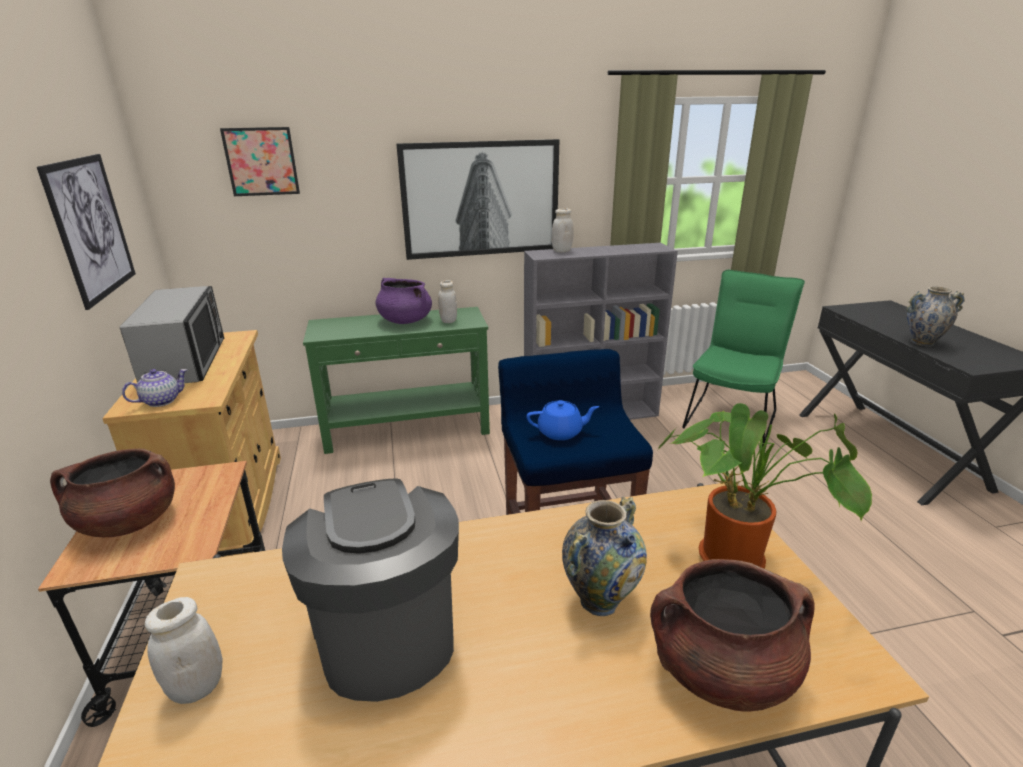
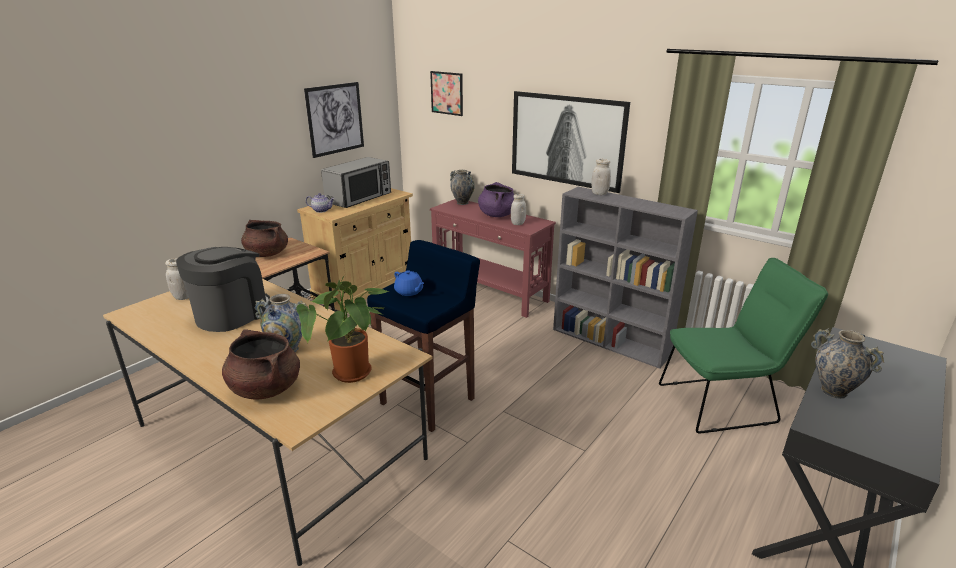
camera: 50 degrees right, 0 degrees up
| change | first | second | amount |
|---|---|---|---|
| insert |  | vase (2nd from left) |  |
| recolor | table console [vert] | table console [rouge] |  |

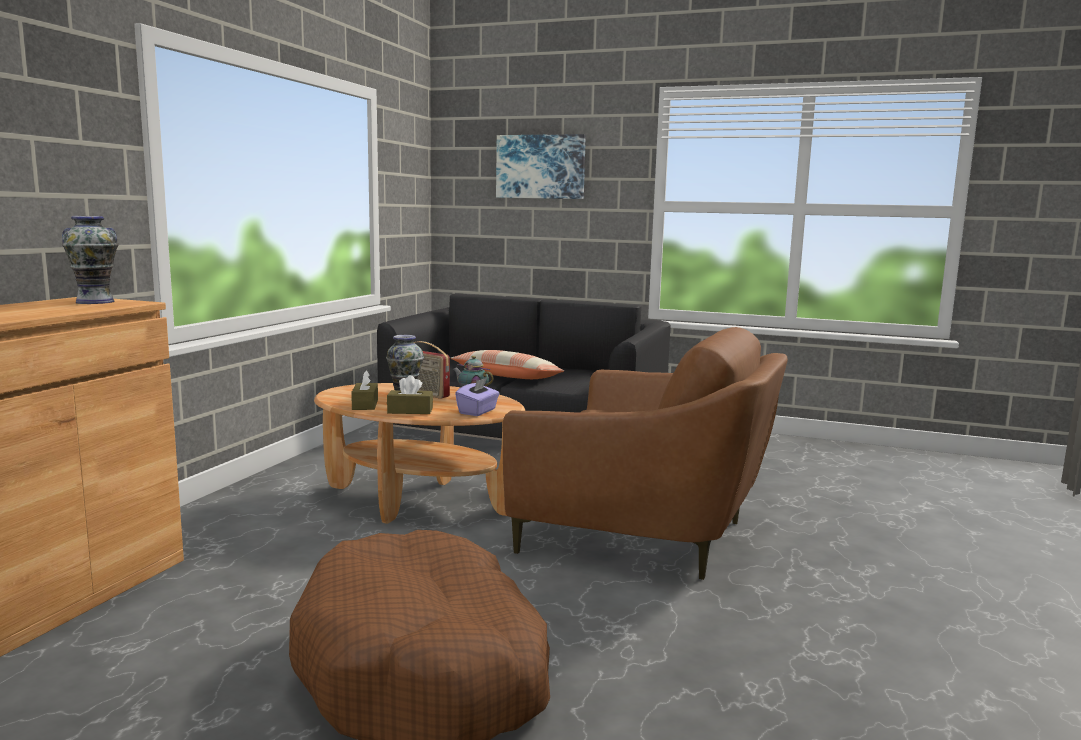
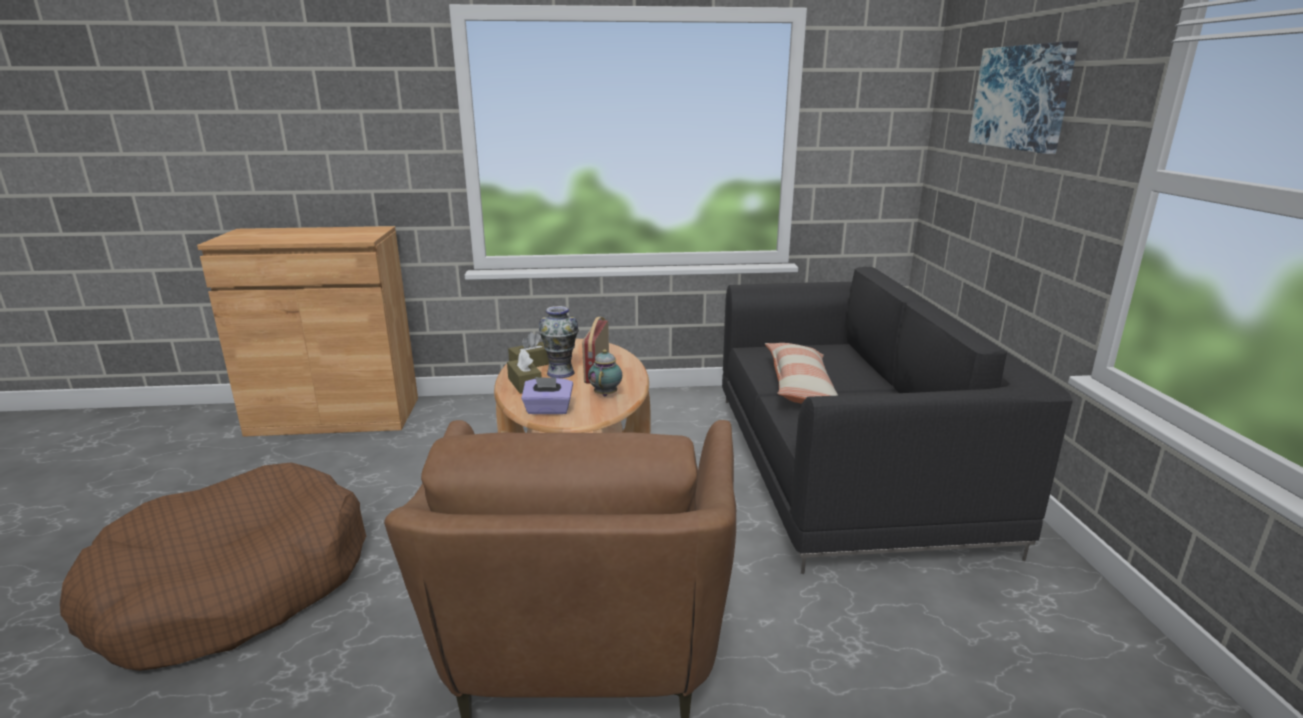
camera: 65 degrees right, 10 degrees up
| change | first | second | amount |
|---|---|---|---|
| delete | vase (1st from left) |  |  |

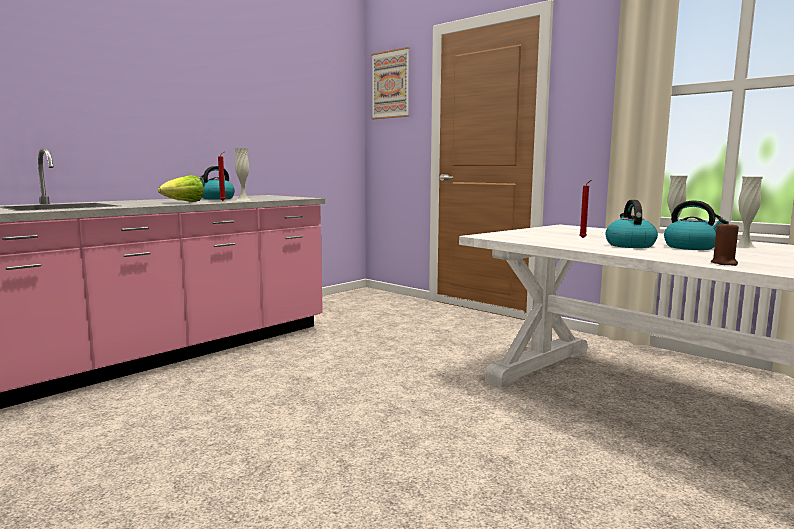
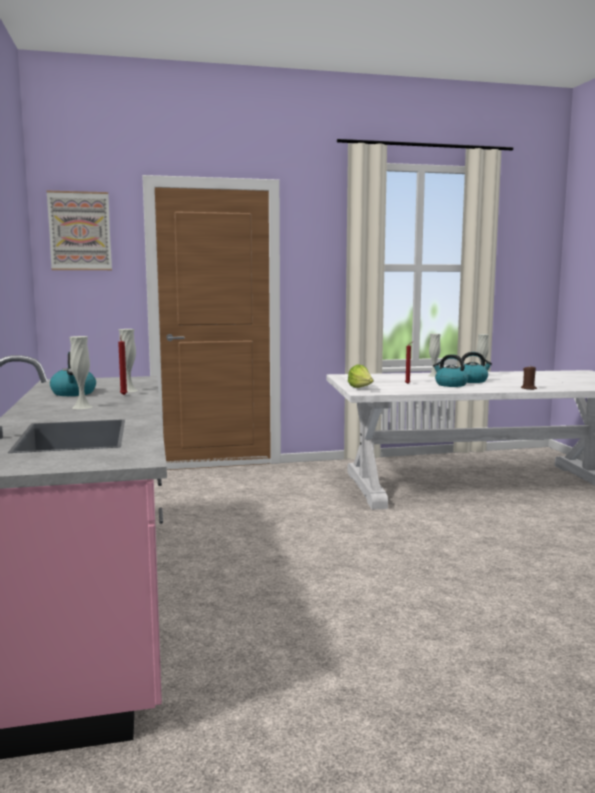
camera: 55 degrees left, 0 degrees up
| change | first | second | amount |
|---|---|---|---|
| insert |  | vase [blanc] (1st from left) |  |
| move | laitue |  |  |

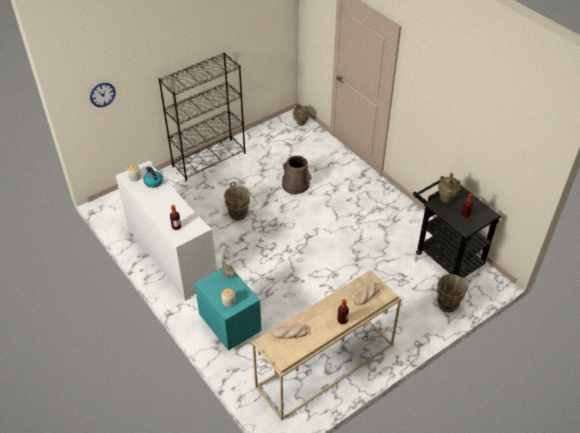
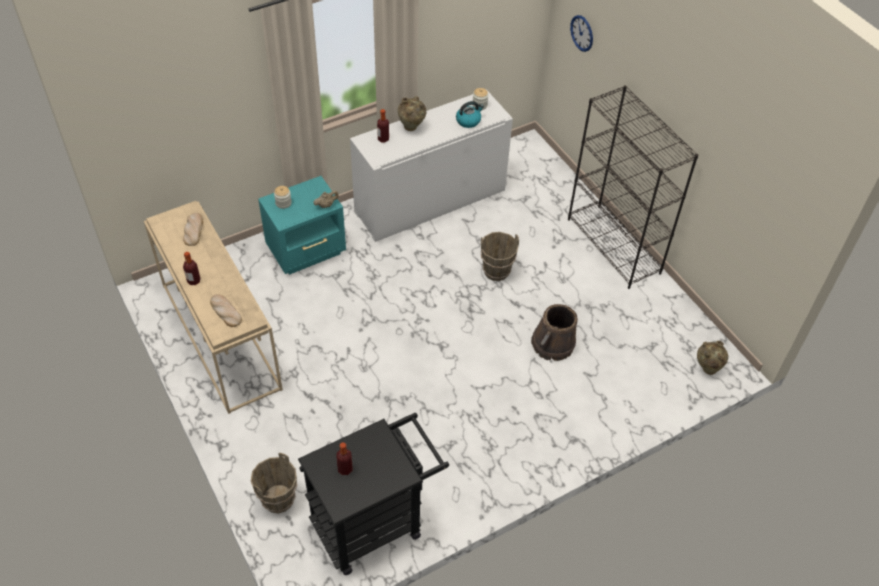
camera: 95 degrees right, 5 degrees up
| change | first | second | amount |
|---|---|---|---|
| move | vase [beige] (2nd from left in the first image) | vase [beige] (1st from left) |  |

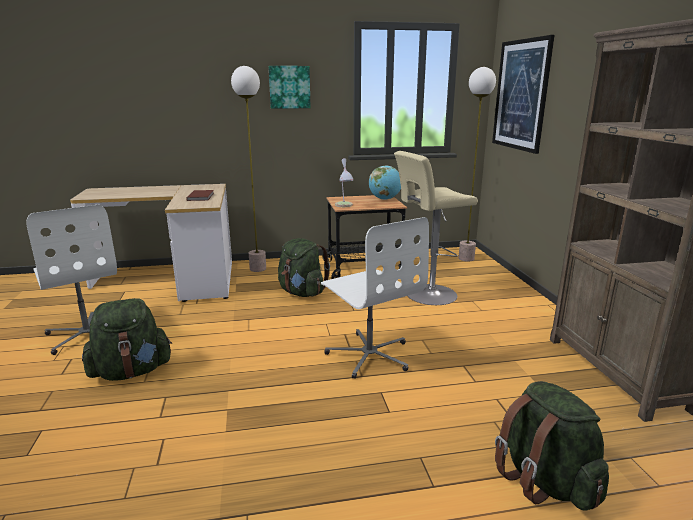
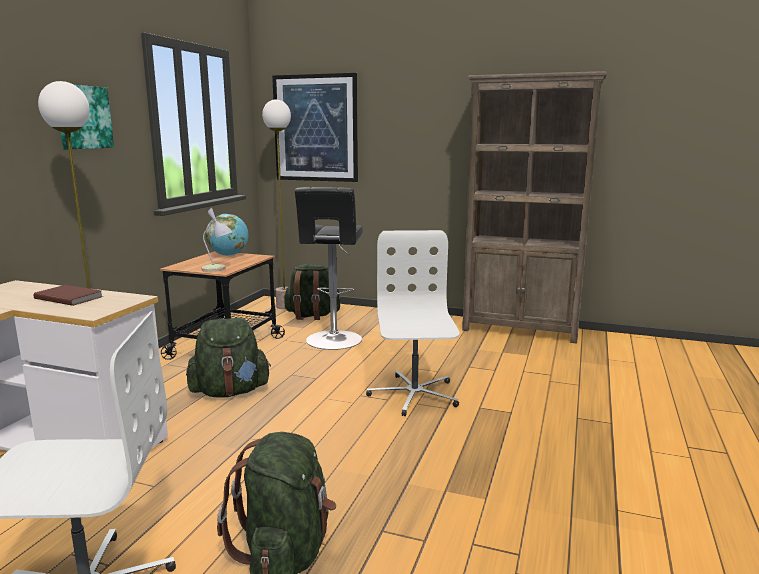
camera: 60 degrees left, 5 degrees down
| change | first | second | amount |
|---|---|---|---|
| move | sac à dos [vert] (3rd from left) |  |  |
| recolor | tabouret [beige] | tabouret [noir] |  |
| rotate | chaise de bureau [blanc] (2nd from left) |  | 90 degrees counterclockwise |

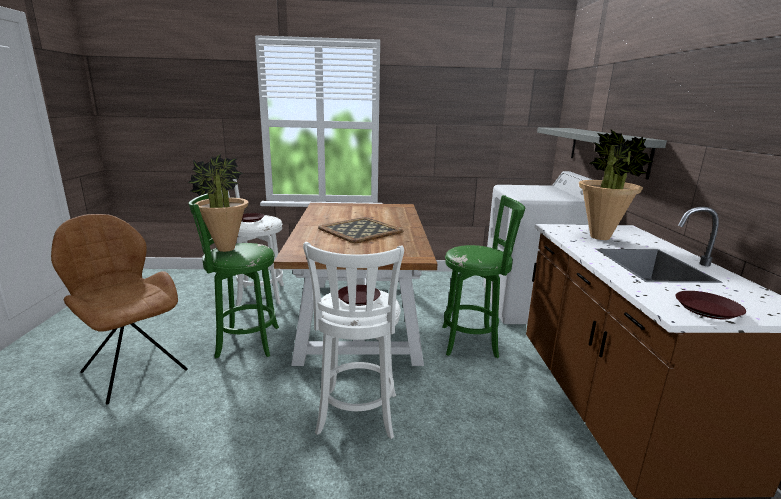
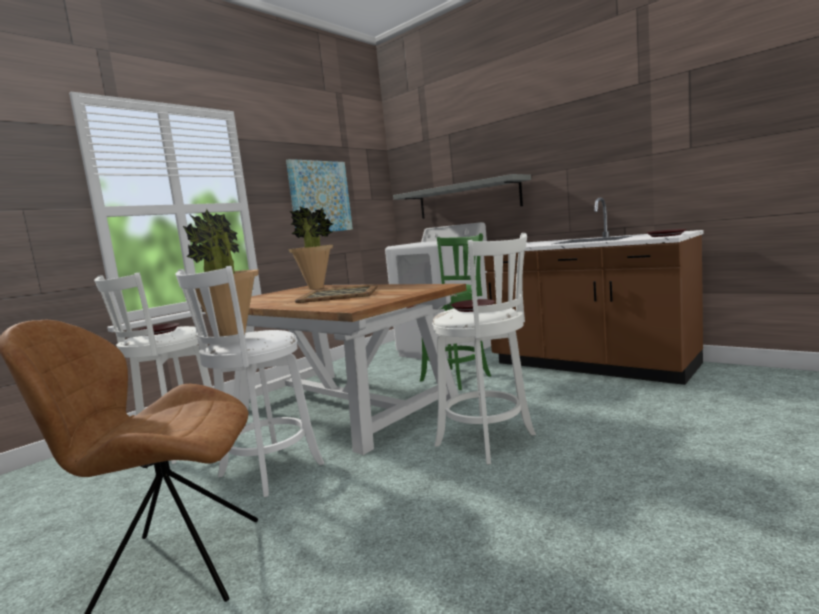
camera: 45 degrees left, 10 degrees down
| change | first | second | amount |
|---|---|---|---|
| insert |  | tableau |  |
| move | plante en pot (2nd from left) |  |  |
| recolor | tabouret [vert] (1st from left) | tabouret [blanc] (2nd from left) |  |

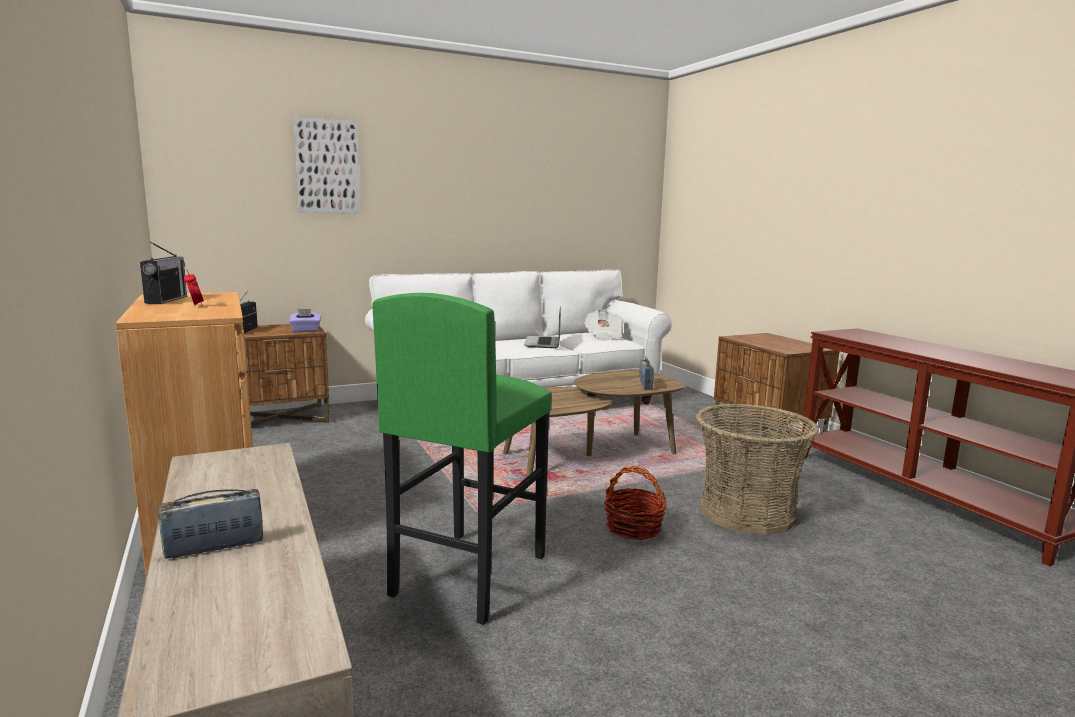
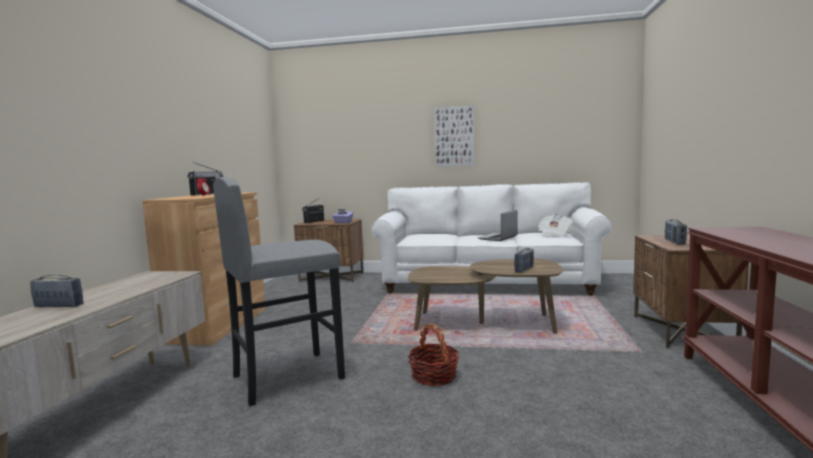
camera: 35 degrees right, 5 degrees down
| change | first | second | amount |
|---|---|---|---|
| delete | panier (2nd from left) |  |  |
| insert |  | radio (5th from left) |  |
| move | tableau |  |  |
| recolor | tabouret [vert] | tabouret [gris] |  |

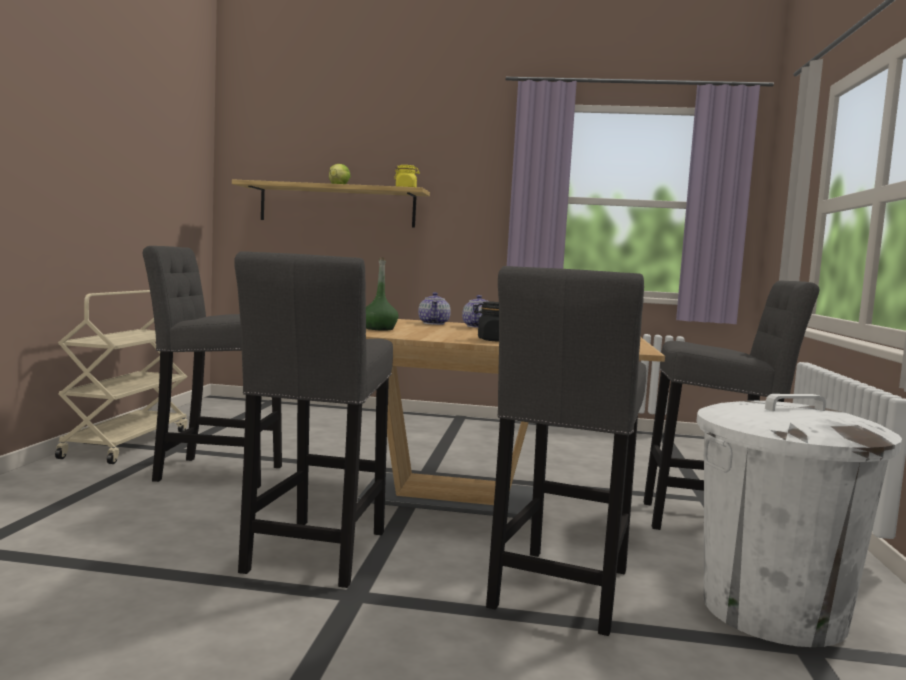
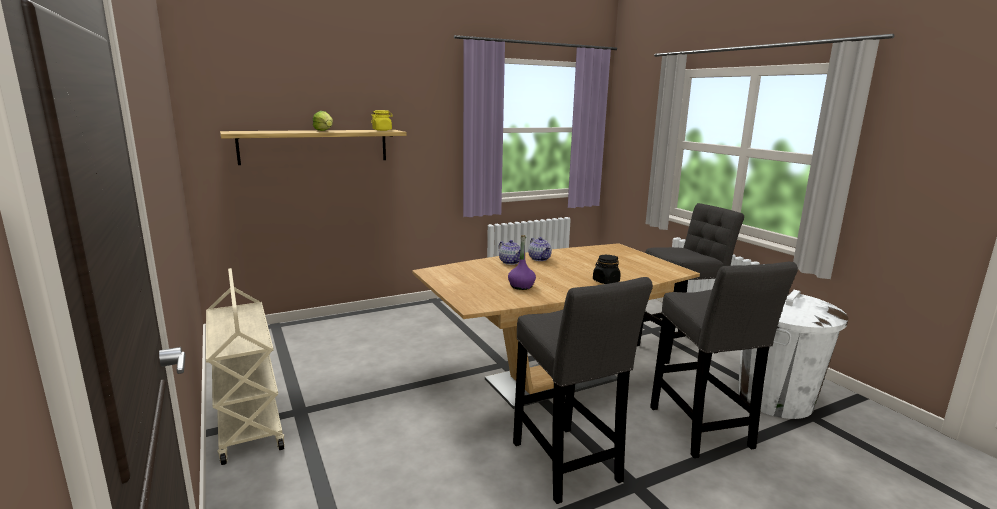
camera: 35 degrees left, 10 degrees up
| change | first | second | amount |
|---|---|---|---|
| delete | tabouret [gris] (1st from left) |  |  |
| recolor | bouteille [vert] | bouteille [violet] |  |

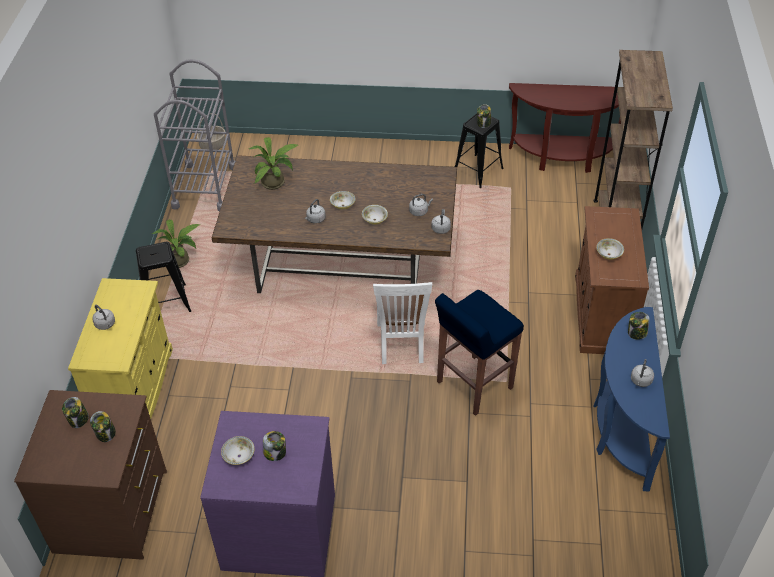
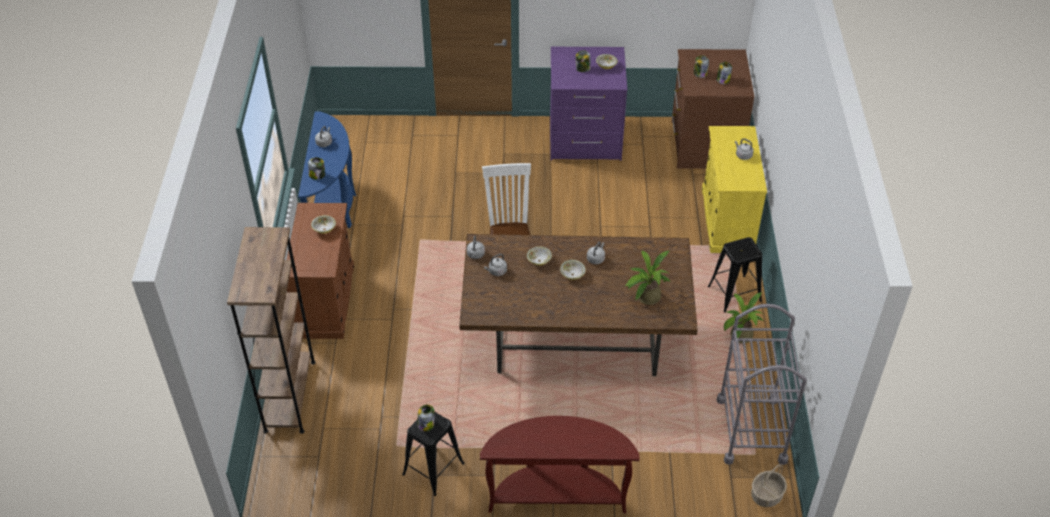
camera: 175 degrees right, 0 degrees up
| change | first | second | amount |
|---|---|---|---|
| delete | tabouret [bleu] |  |  |
| move | table console [marron] |  |  |

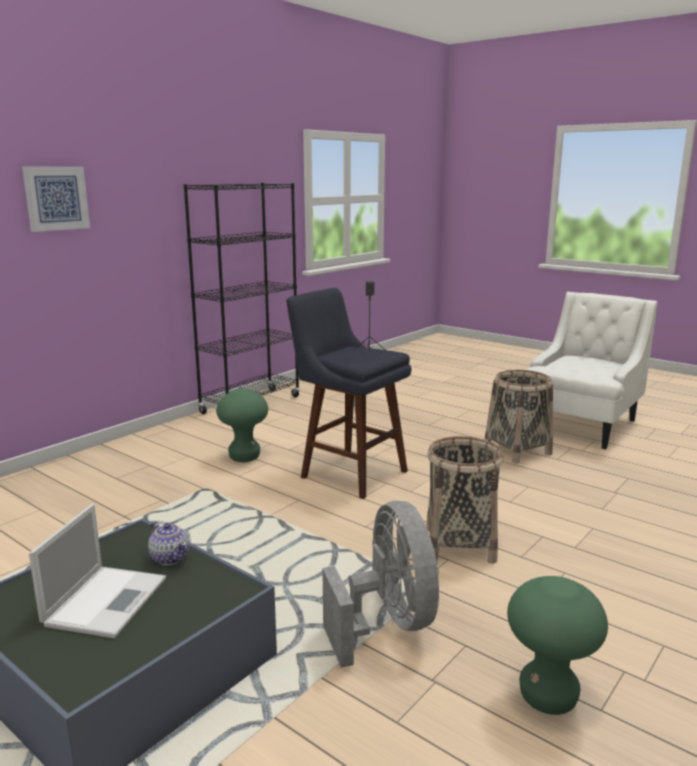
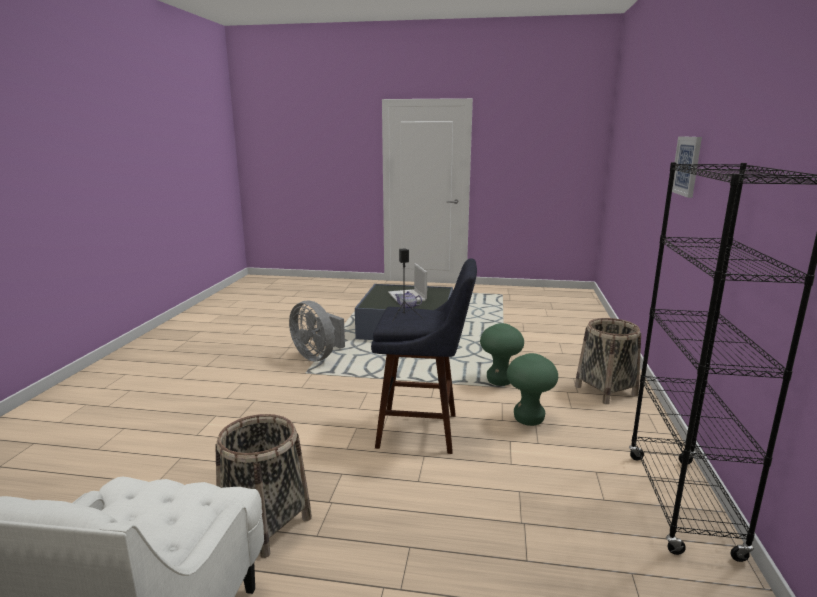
camera: 150 degrees right, 0 degrees up
| change | first | second | amount |
|---|---|---|---|
| move | panier (1st from left in the first image) | panier (2nd from left) |  |
| move | tabouret [vert] (2nd from left in the first image) | tabouret [vert] (1st from left) |  |

